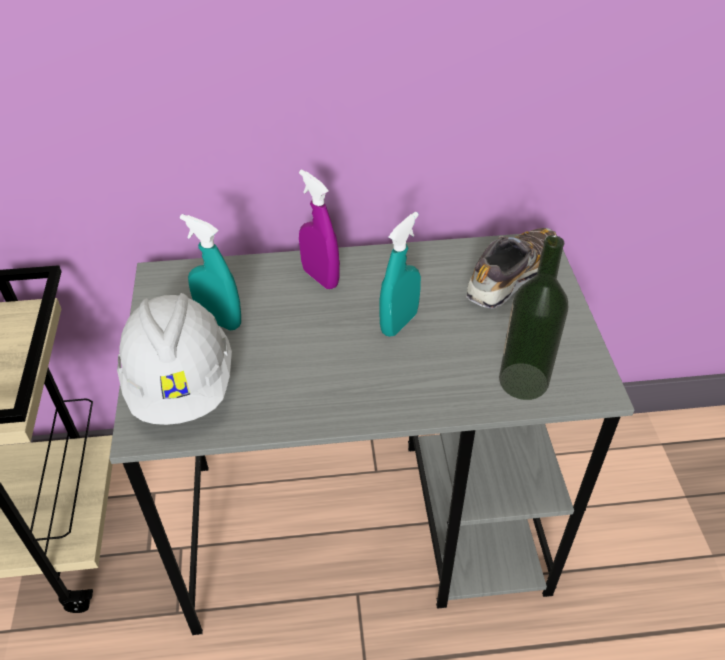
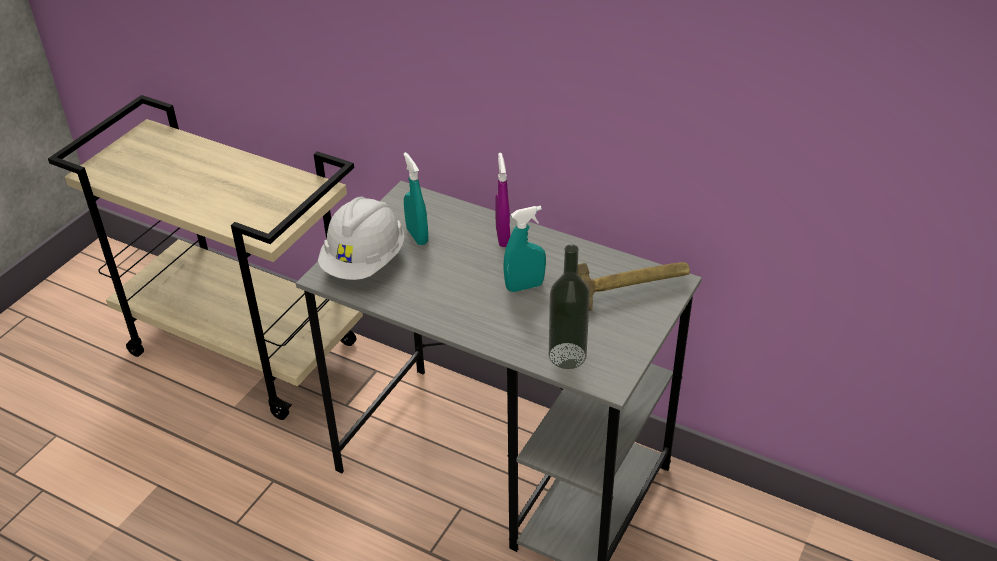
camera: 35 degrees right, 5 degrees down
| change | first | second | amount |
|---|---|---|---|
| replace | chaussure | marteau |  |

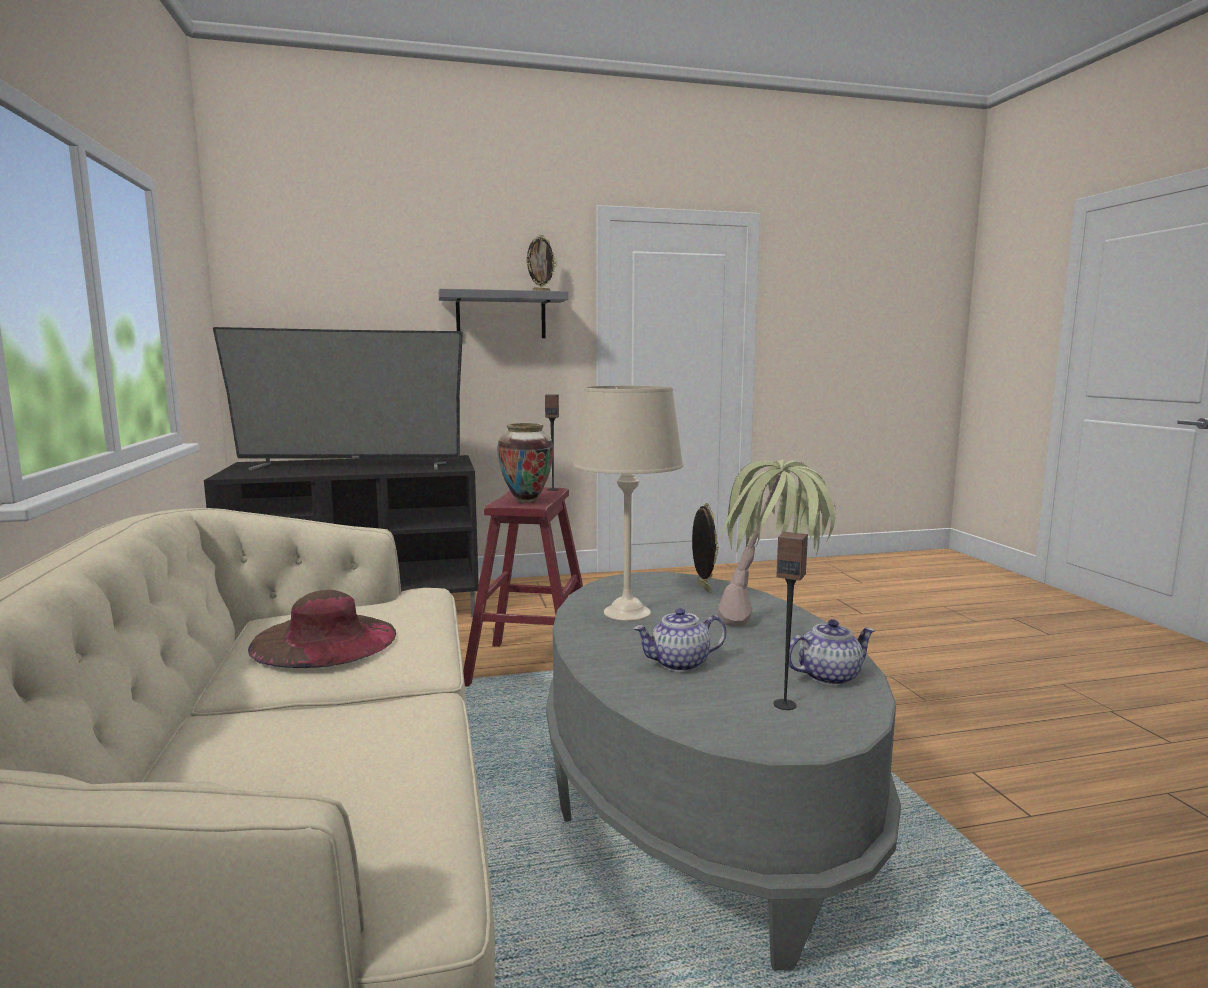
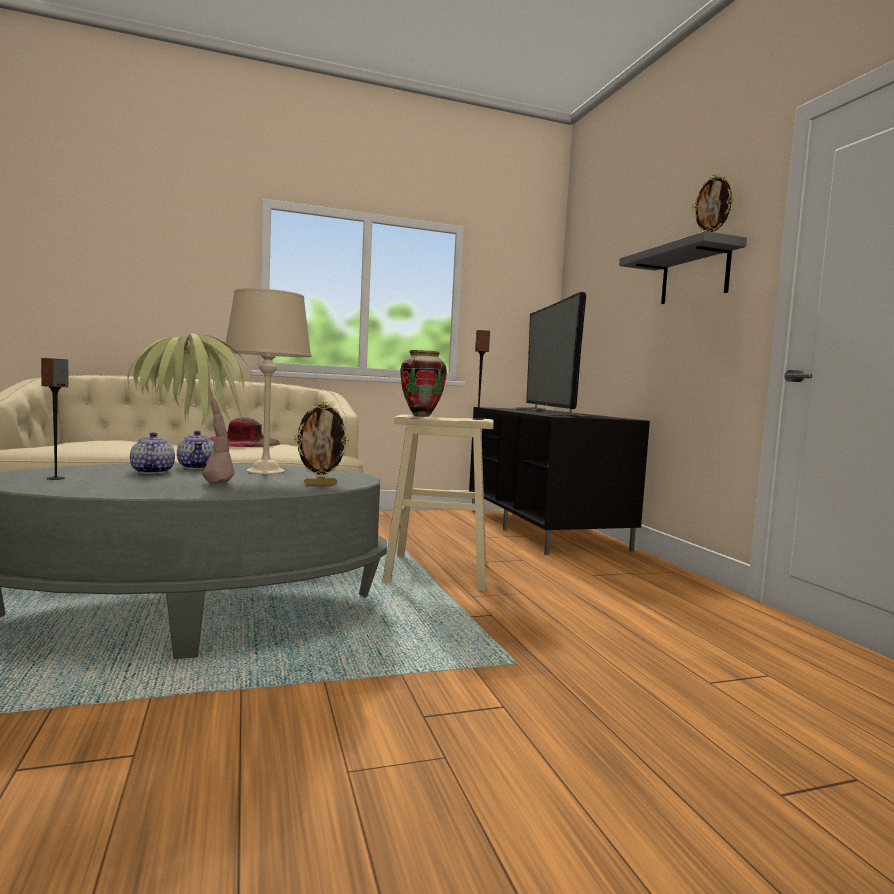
camera: 85 degrees right, 5 degrees down
| change | first | second | amount |
|---|---|---|---|
| move | théière (2nd from left) |  |  |
| recolor | tabouret [rouge] | tabouret [beige] |  |

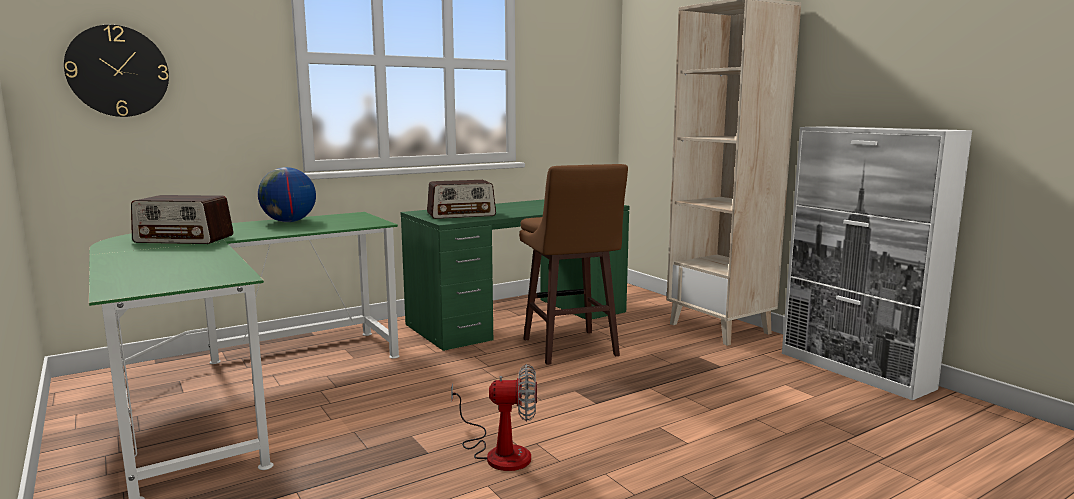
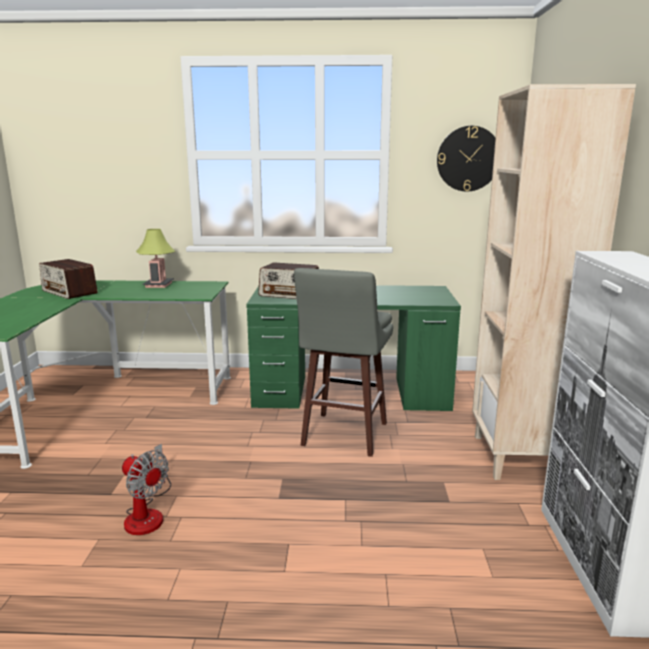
camera: 35 degrees right, 5 degrees up
| change | first | second | amount |
|---|---|---|---|
| move | horloge murale |  |  |
| replace | globe | lampe de table |  |
| recolor | tabouret [marron] | tabouret [gris] |  |

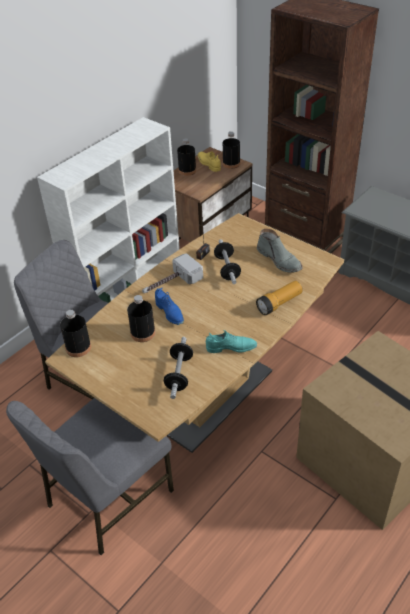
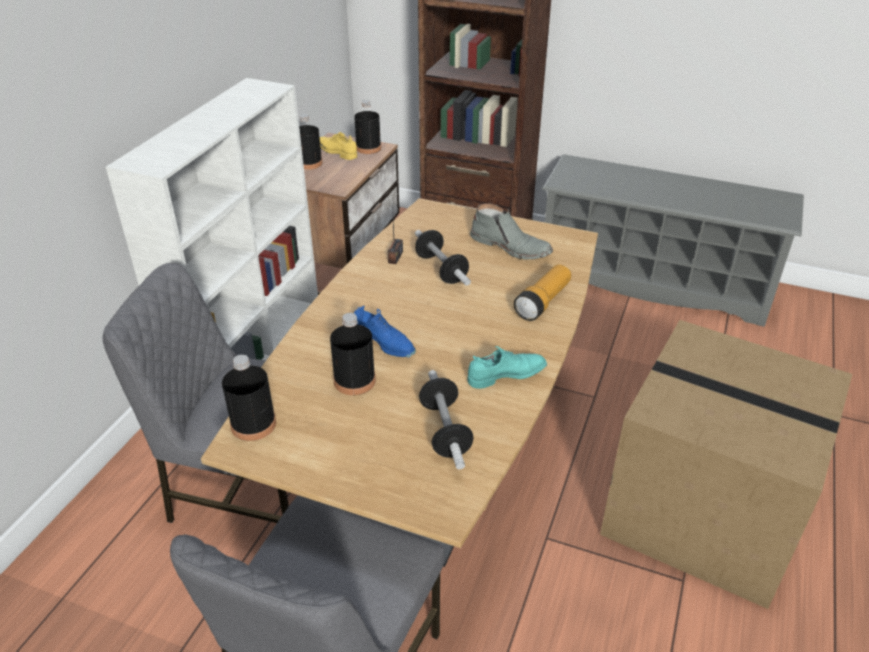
camera: 20 degrees left, 5 degrees down
| change | first | second | amount |
|---|---|---|---|
| delete | marteau |  |  |

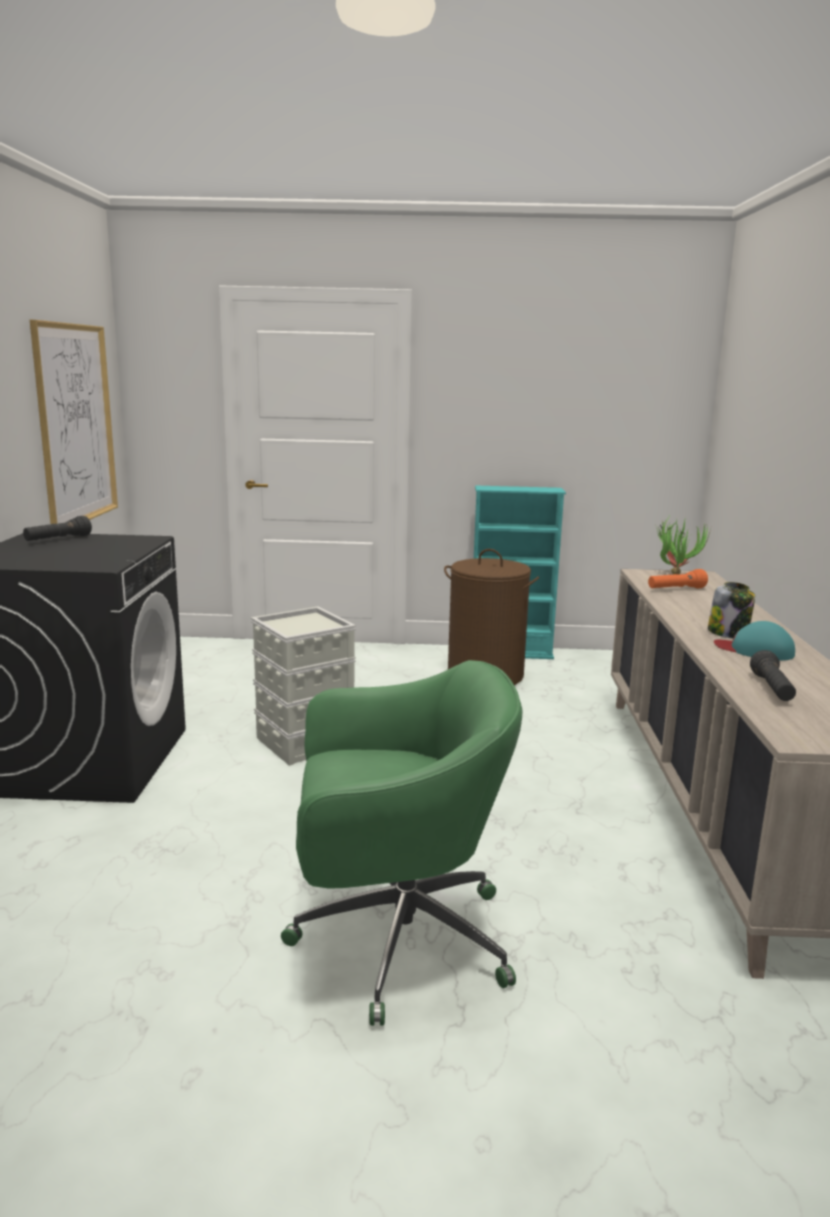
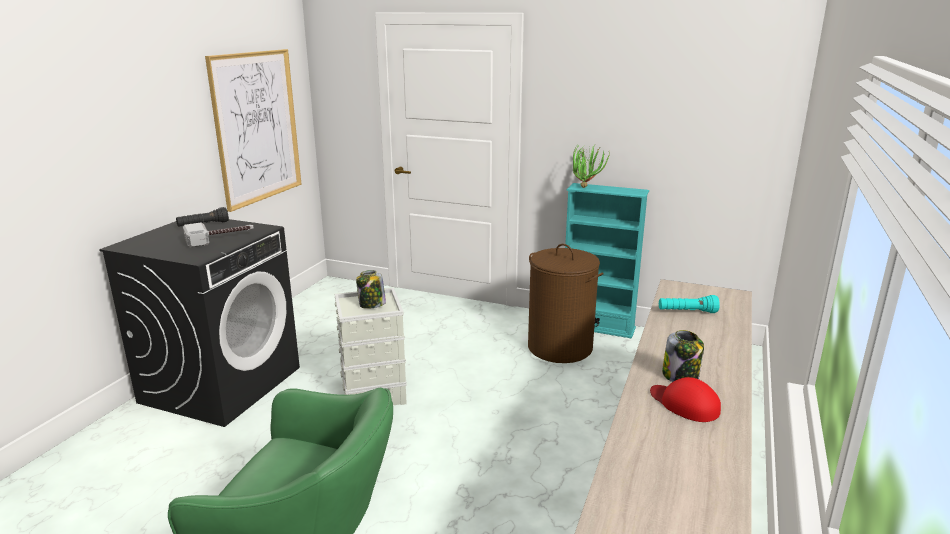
camera: 20 degrees right, 5 degrees up
| change | first | second | amount |
|---|---|---|---|
| delete | lampe de poche [noir] (2nd from left) |  |  |
| insert |  | marteau |  |
| insert |  | bocal (1st from left) |  |
| move | plante en pot |  |  |
| recolor | lampe de poche [orange] | lampe de poche [turquoise] |  |
| recolor | casquette [turquoise] | casquette [rouge] |  |

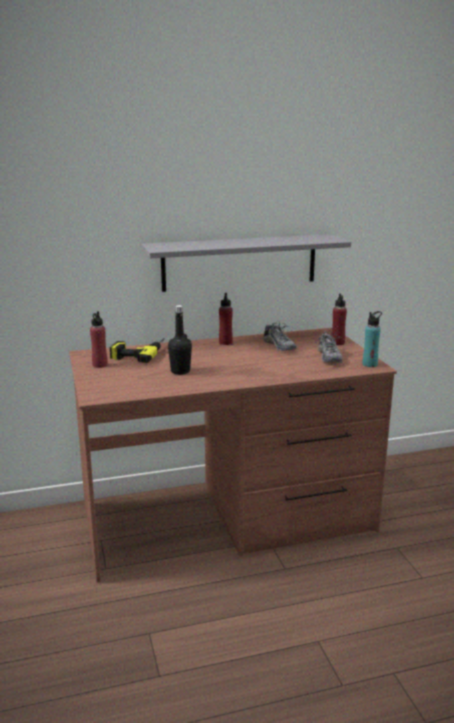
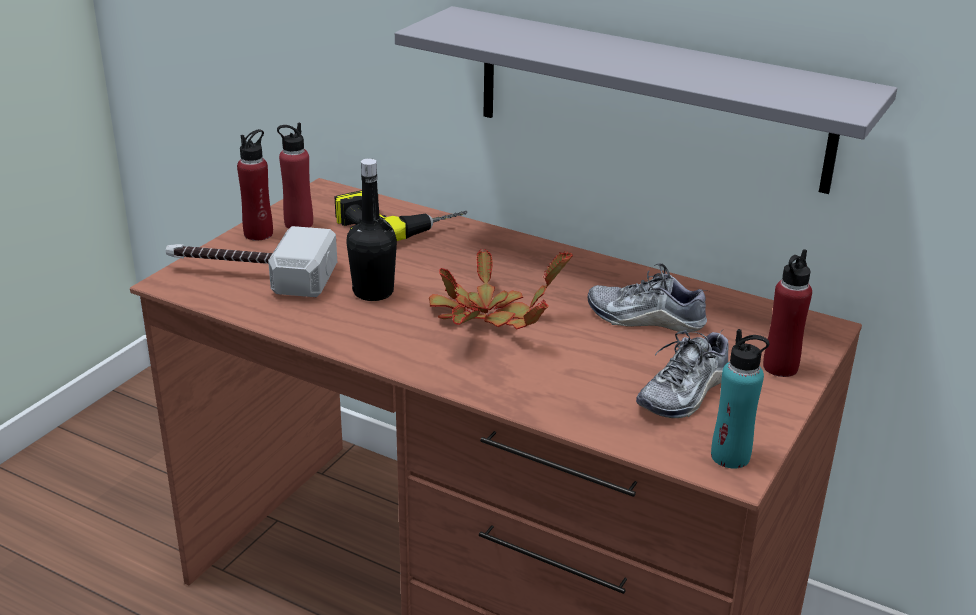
camera: 45 degrees right, 10 degrees up
| change | first | second | amount |
|---|---|---|---|
| insert |  | marteau |  |
| insert |  | plante en pot |  |
| move | bouteille [rouge] (2nd from left in the first image) | bouteille [rouge] (1st from left) |  |
| rotate | chaussure (1st from left) |  | 90 degrees clockwise |

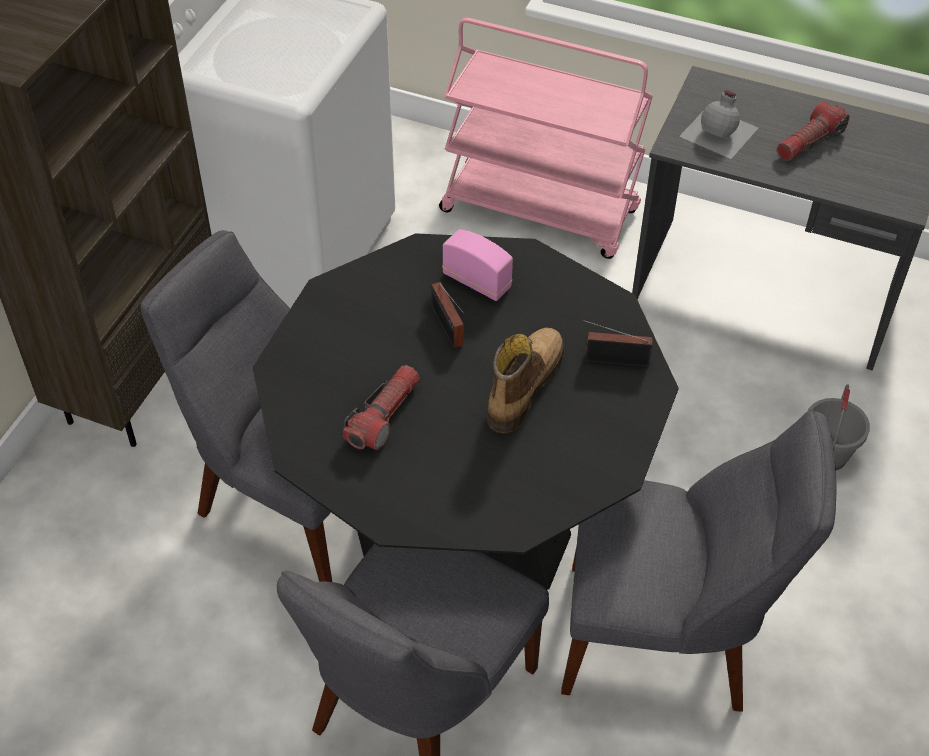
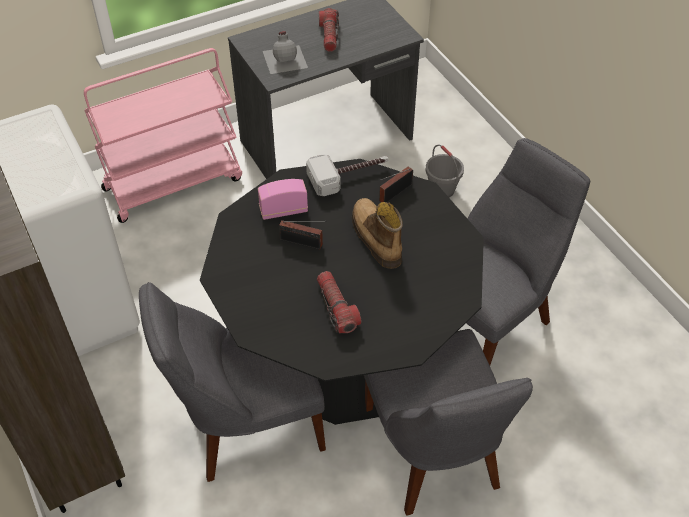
camera: 50 degrees left, 0 degrees up
| change | first | second | amount |
|---|---|---|---|
| insert |  | marteau |  |

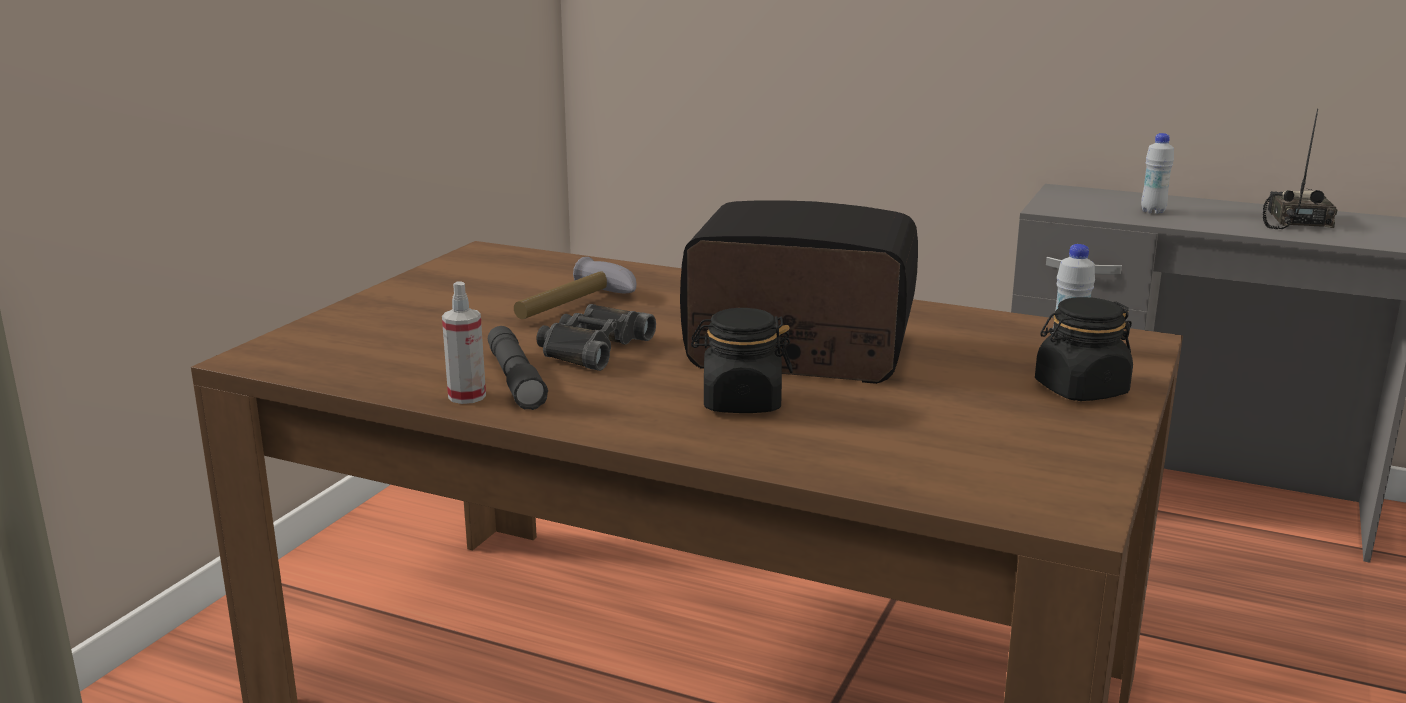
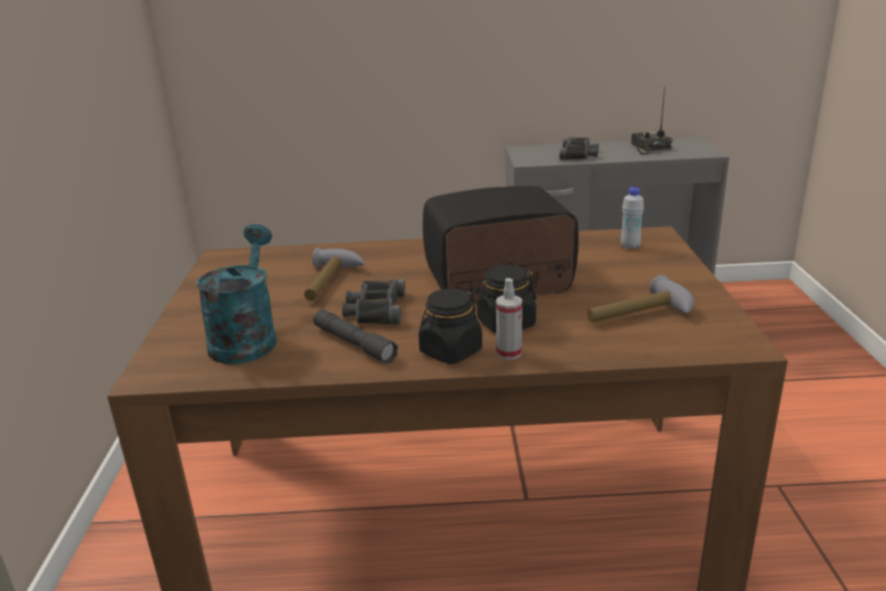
camera: 25 degrees left, 5 degrees up
| change | first | second | amount |
|---|---|---|---|
| insert |  | arrosoir [turquoise] |  |
| insert |  | marteau (2nd from left) |  |
| move | vaporisateur |  |  |
| move | bocal [noir] (2nd from left in the first image) | bocal [noir] (1st from left) |  |
| replace | bouteille [blanc] (2nd from left) | jumelles [noir] (2nd from left) |  |

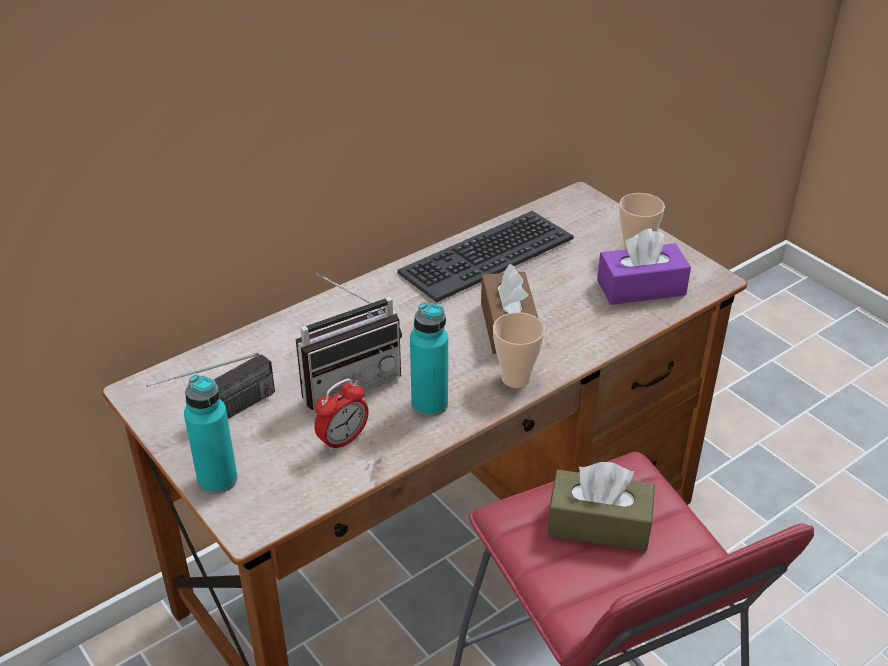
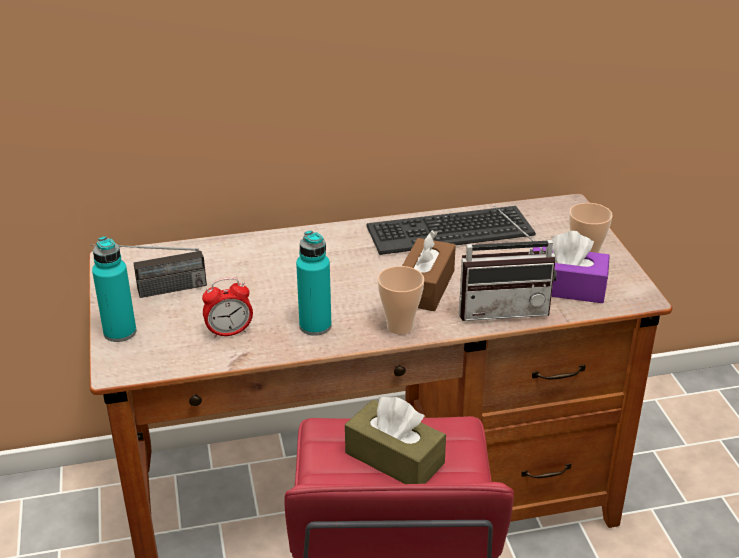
camera: 25 degrees right, 5 degrees down
| change | first | second | amount |
|---|---|---|---|
| move | radio (2nd from left) |  |  |

